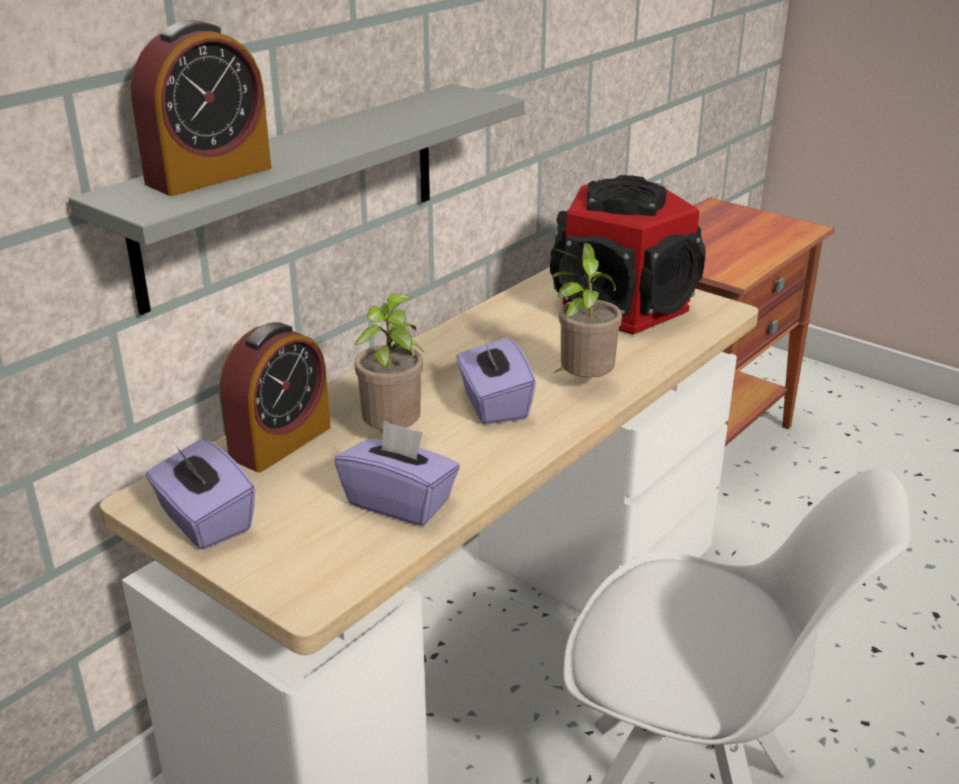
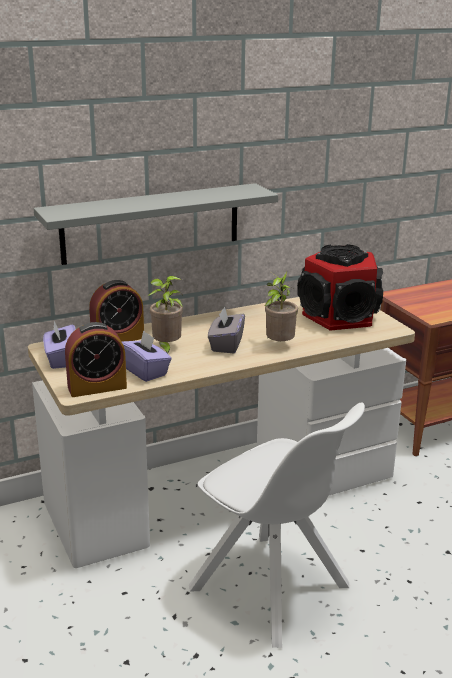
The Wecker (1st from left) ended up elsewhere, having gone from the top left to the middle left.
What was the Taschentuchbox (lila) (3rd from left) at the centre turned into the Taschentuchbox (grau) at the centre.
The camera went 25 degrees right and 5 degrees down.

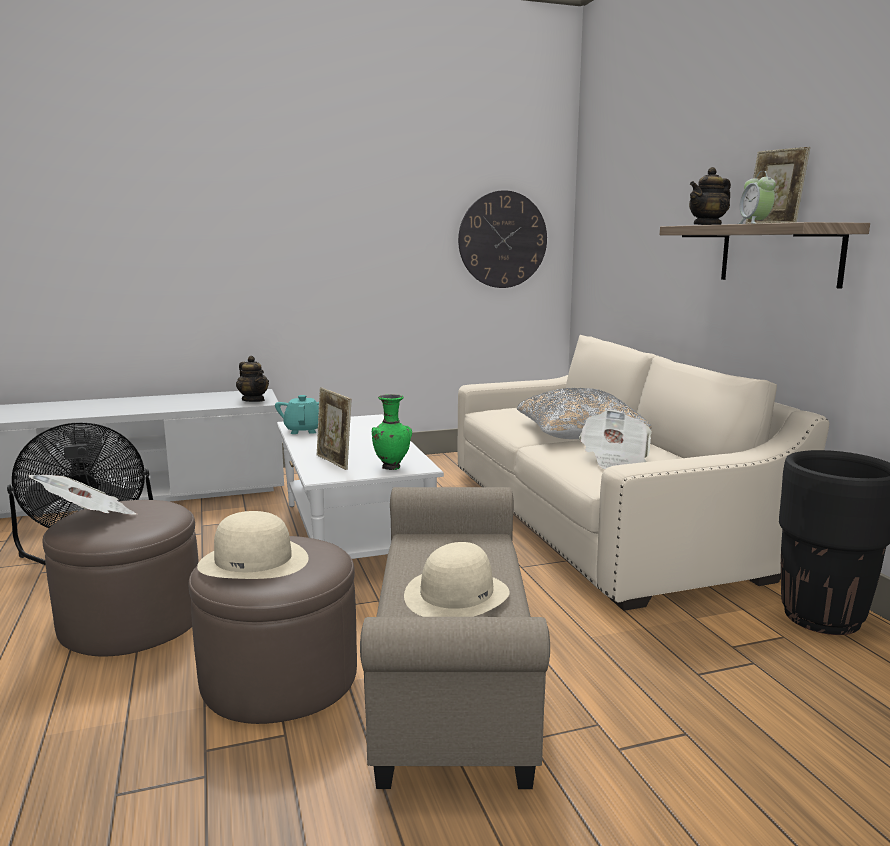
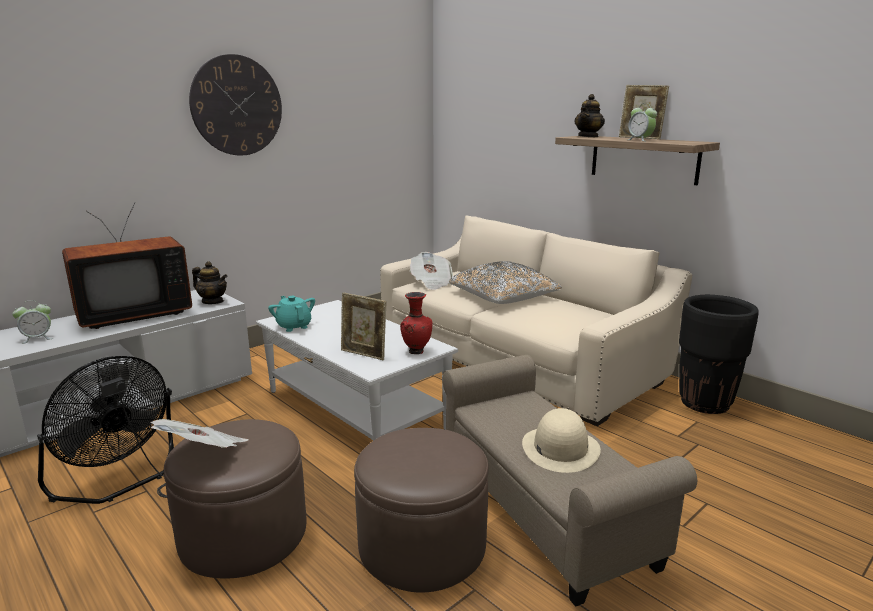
The second view gained the Wecker (1st from left) at the middle left.
The second view gained the Fernseher at the middle left.
The Wanduhr ended up elsewhere, having gone from the top centre to the top left.
What was the Vase (grün) at the centre turned into the Vase (rot) at the centre.
The Zeitung (2nd from left) ended up elsewhere, having gone from the middle right to the centre.
The second view lost the Hut (beige) (1st from left) at the middle left.
The camera went 25 degrees left and 5 degrees up.

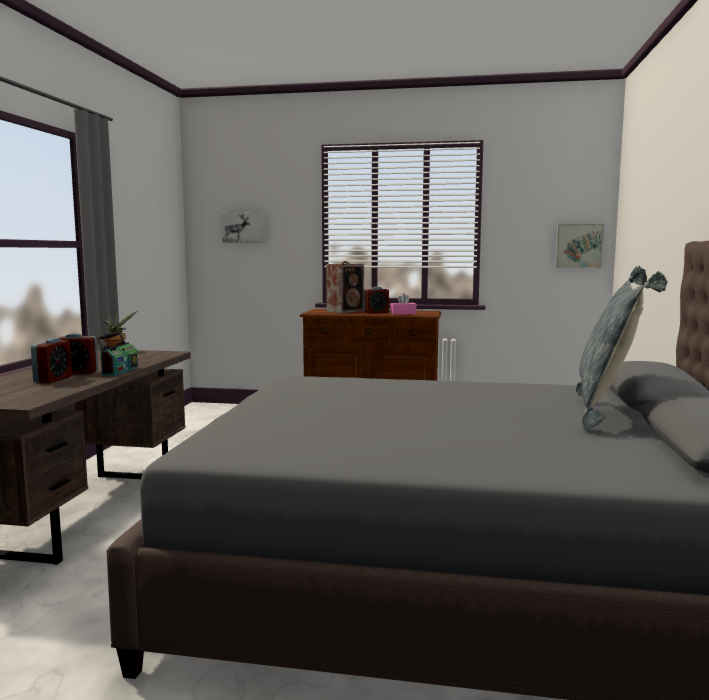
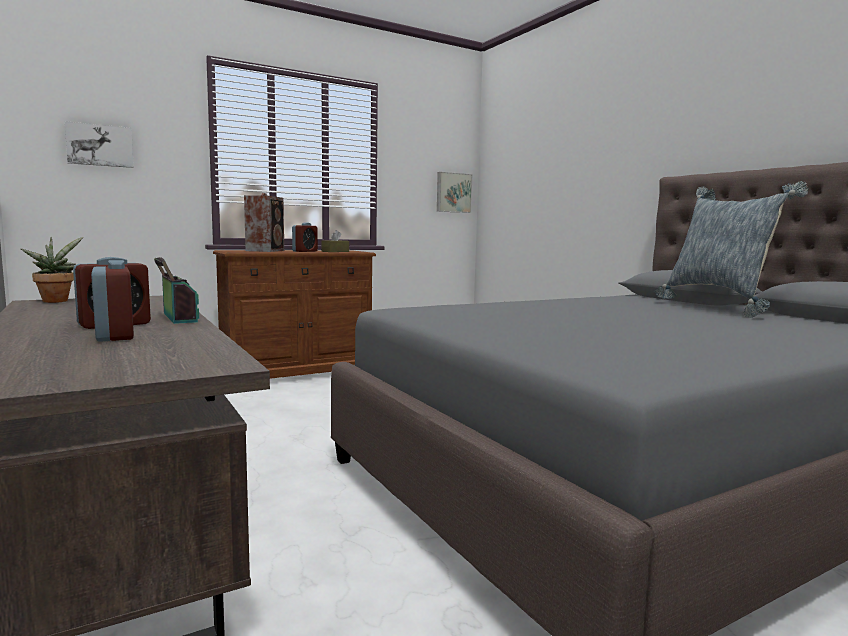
What was the Taschentuchbox (rosa) at the centre turned into the Taschentuchbox (braun) at the centre.
The camera went 40 degrees left and 0 degrees up.

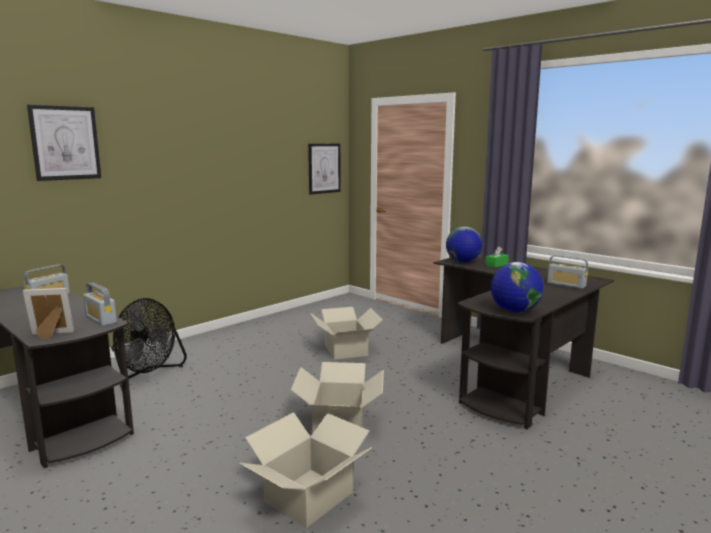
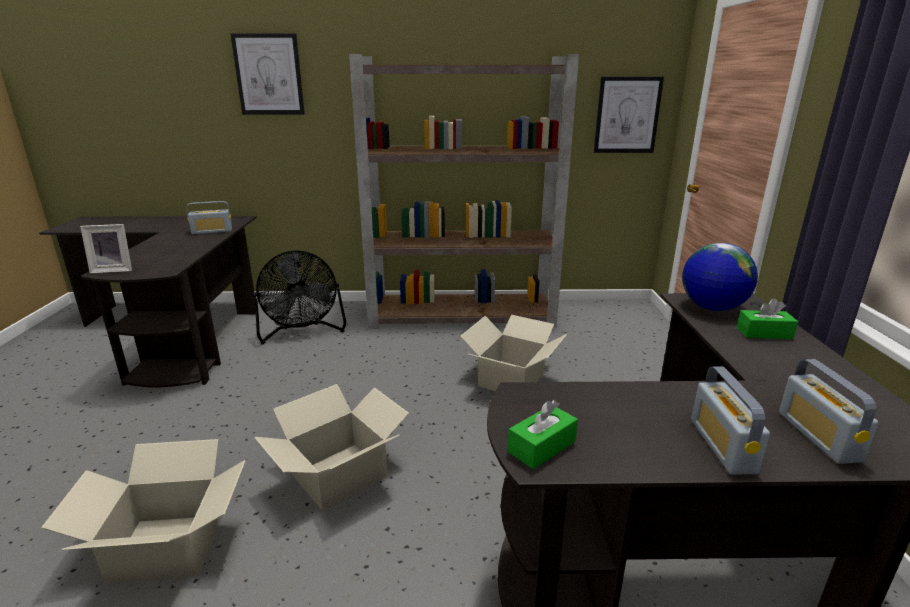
The Bilderrahmen at the middle left ended up facing another way, 135 degrees clockwise from before.
The second view gained the Bücherregal (braun) at the top centre.
Where the Globus (2nd from left) stood at the middle right, the Taschentuchbox (grün) (1st from left) came to stand at the bottom centre.
The Radio (2nd from left) ended up elsewhere, having gone from the middle left to the bottom right.
The camera went 45 degrees right and 10 degrees up.

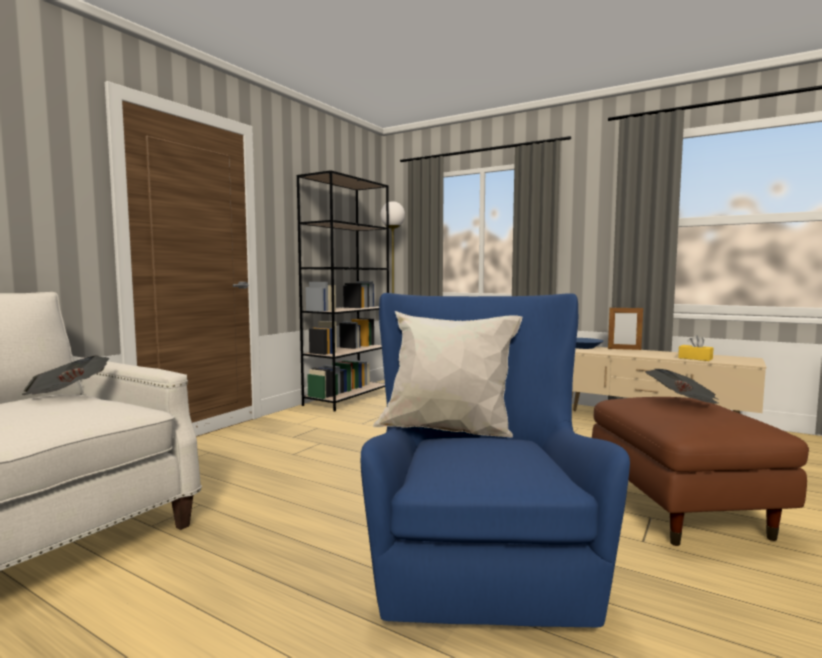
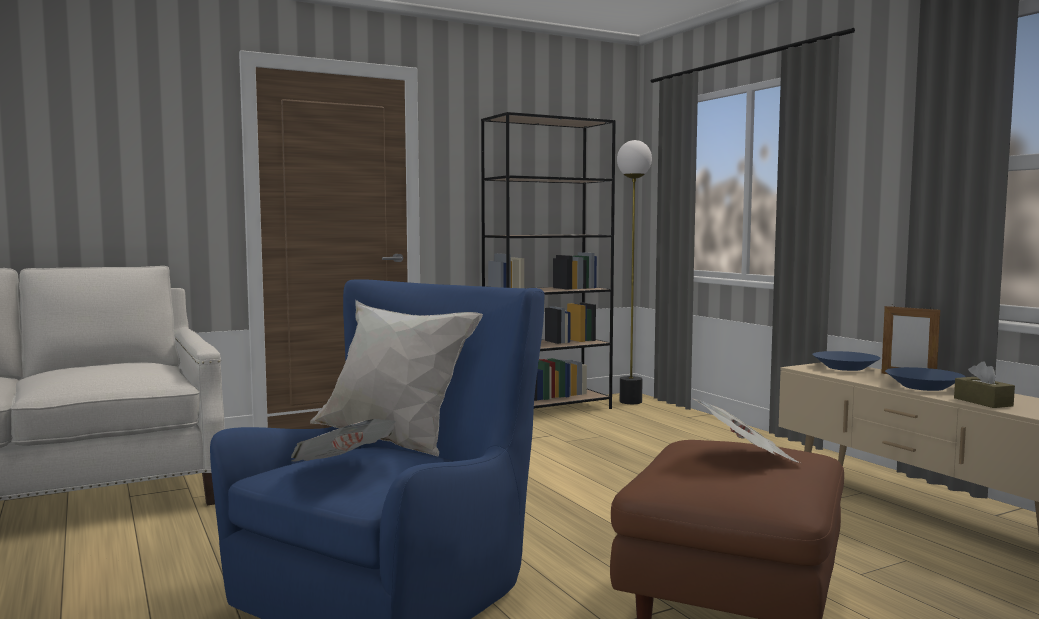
The Zeitung (1st from left) ended up elsewhere, having gone from the middle left to the bottom left.
The second view gained the Schüssel (blau) (2nd from left) at the middle right.
What was the Taschentuchbox (gelb) at the middle right turned into the Taschentuchbox (braun) at the middle right.
The camera went 30 degrees right and 0 degrees up.

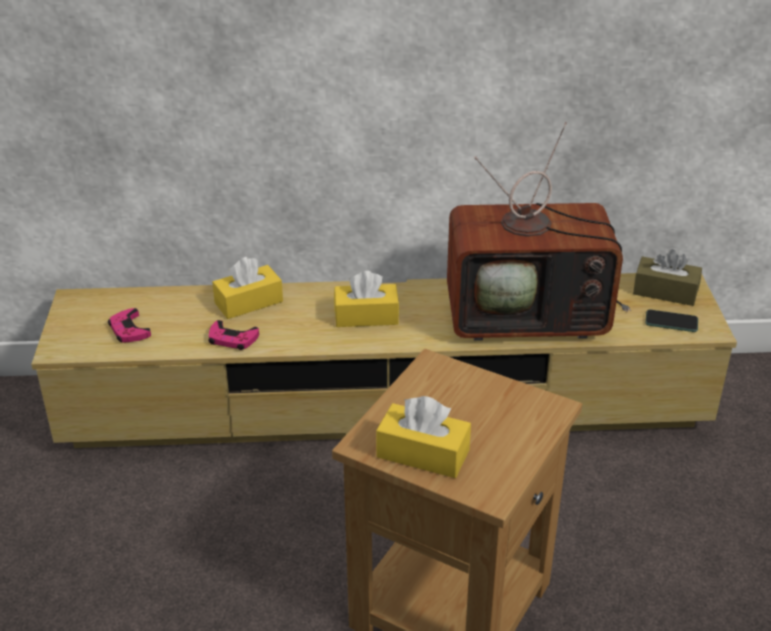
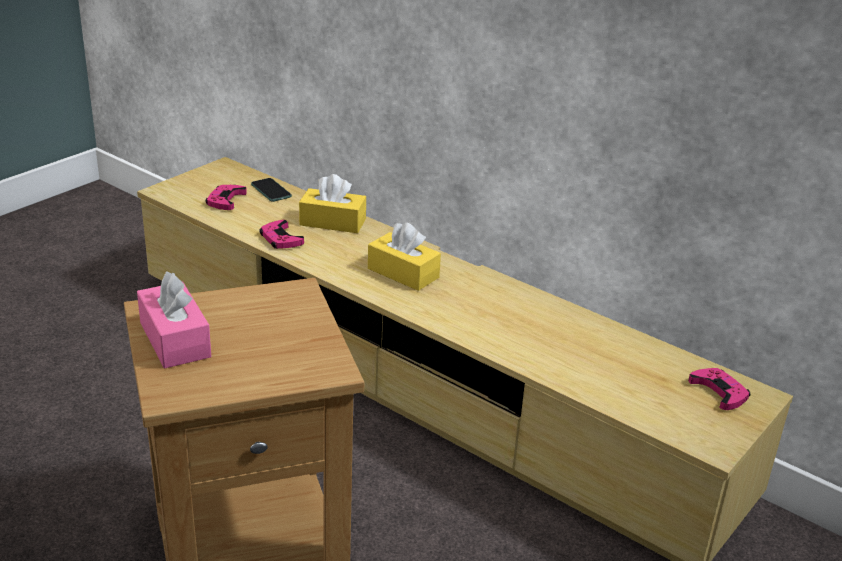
What was the Taschentuchbox (gelb) (3rd from left) at the bottom centre turned into the Taschentuchbox (rosa) at the middle left.
The Handy ended up elsewhere, having gone from the middle right to the middle left.
Where the Taschentuchbox (braun) stood at the middle right, the Gamepad (rosa) (3rd from left) came to stand at the bottom right.
The second view lost the Fernseher at the middle right.
The camera went 40 degrees right and 5 degrees down.

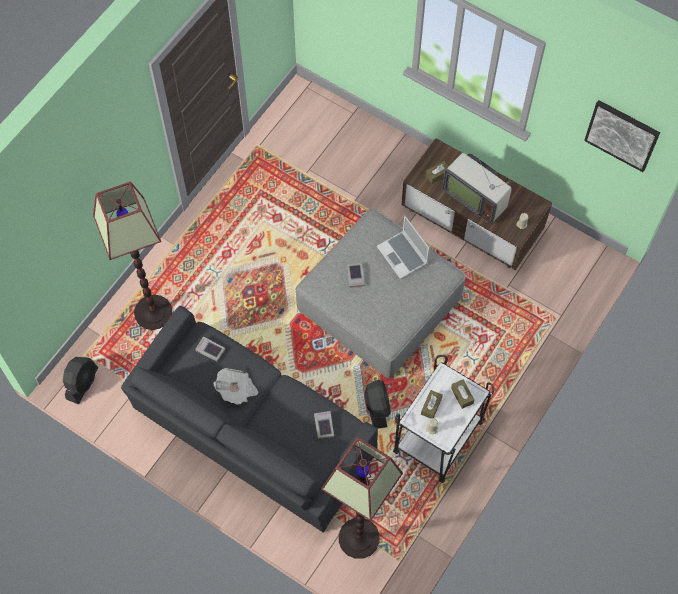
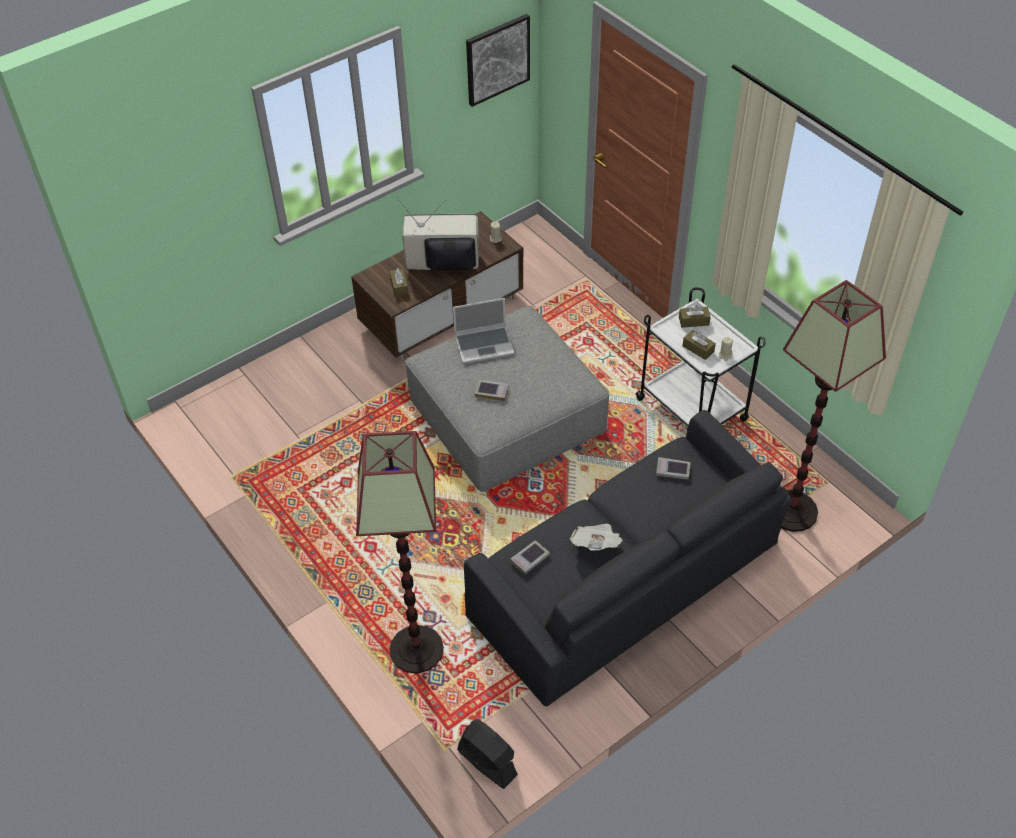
The Fernseher at the top right ended up facing another way, 150 degrees counterclockwise from before.
The second view lost the Ventilator (schwarz) (2nd from left) at the bottom centre.
The camera went 70 degrees left and 15 degrees down.

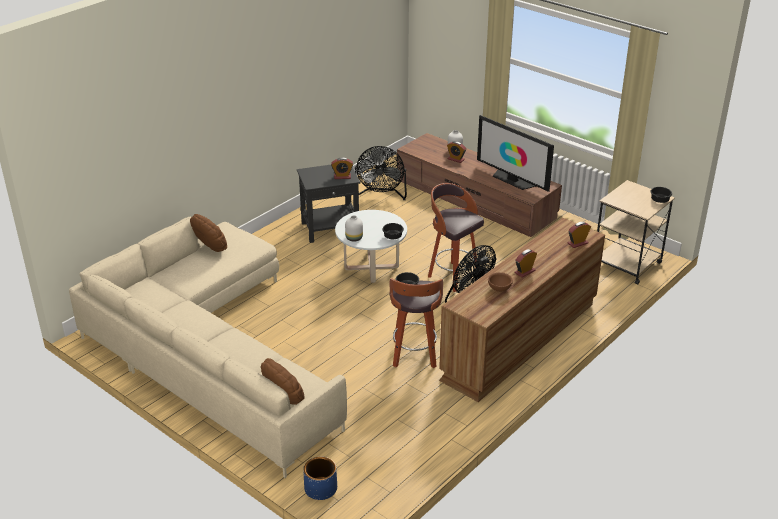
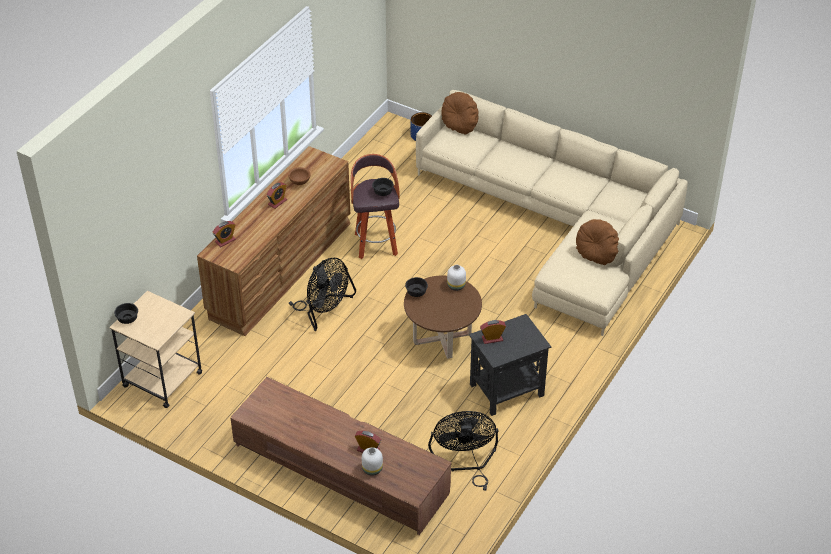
What was the Couchtisch (weiß) at the centre turned into the Couchtisch (braun) at the centre.
The second view lost the Hocker (2nd from left) at the centre.
The second view lost the Fernseher at the top centre.
The camera went 170 degrees right and 10 degrees up.

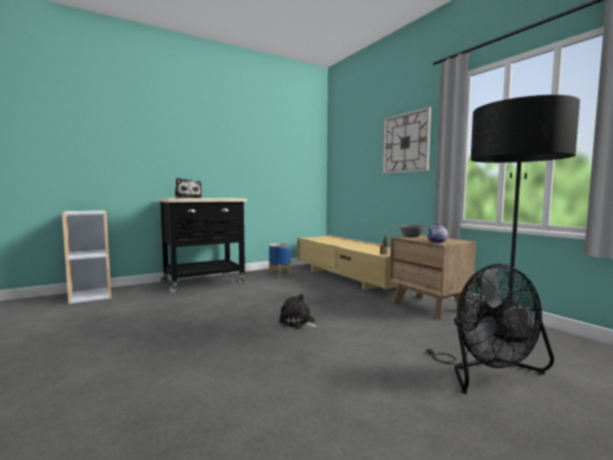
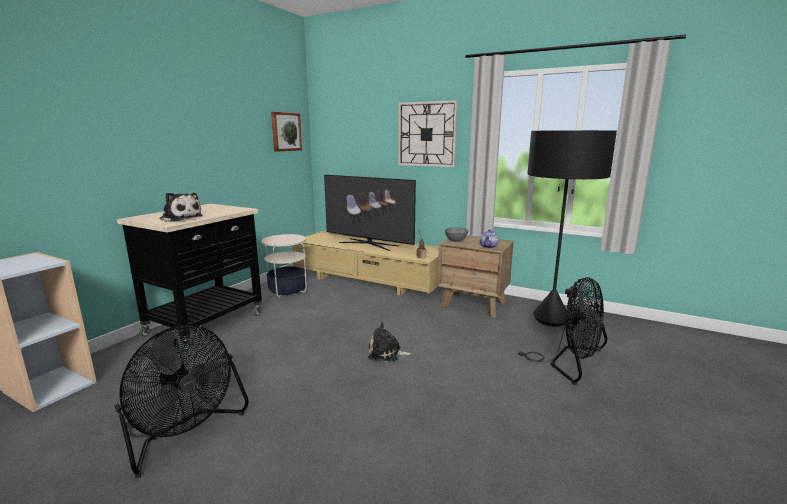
The second view gained the Ventilator (schwarz) (1st from left) at the bottom left.
Where the Pflanzkübel stood at the centre, the Beistelltisch (beige) came to stand at the centre.
The second view gained the Bild at the top centre.
The second view gained the Fernseher at the centre.
The camera went 30 degrees left and 10 degrees up.

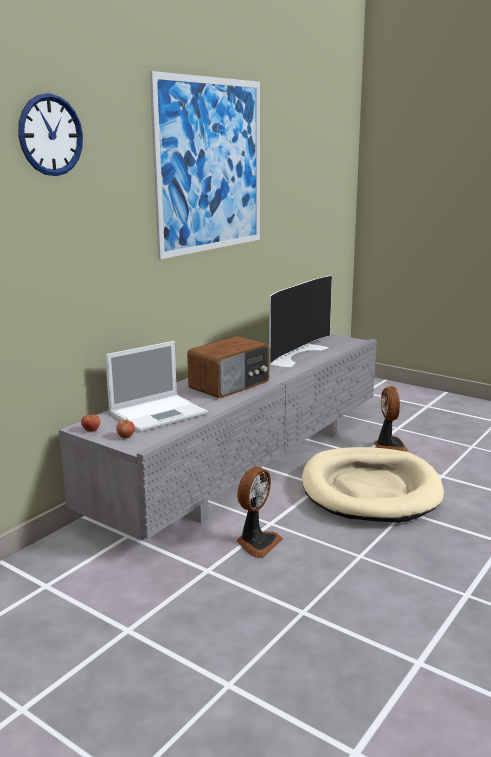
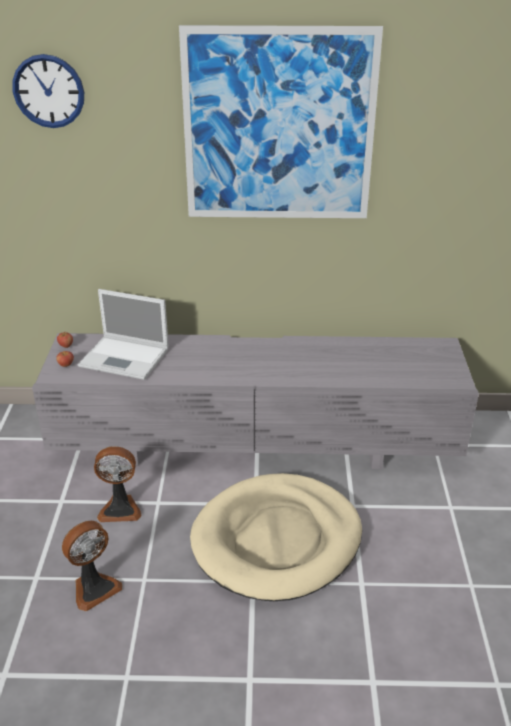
The Ventilator (2nd from left in the first image) ended up elsewhere, having gone from the middle right to the bottom left.
The second view lost the Radio at the centre.
The second view lost the Fernseher at the centre.
The camera went 55 degrees right and 15 degrees up.

